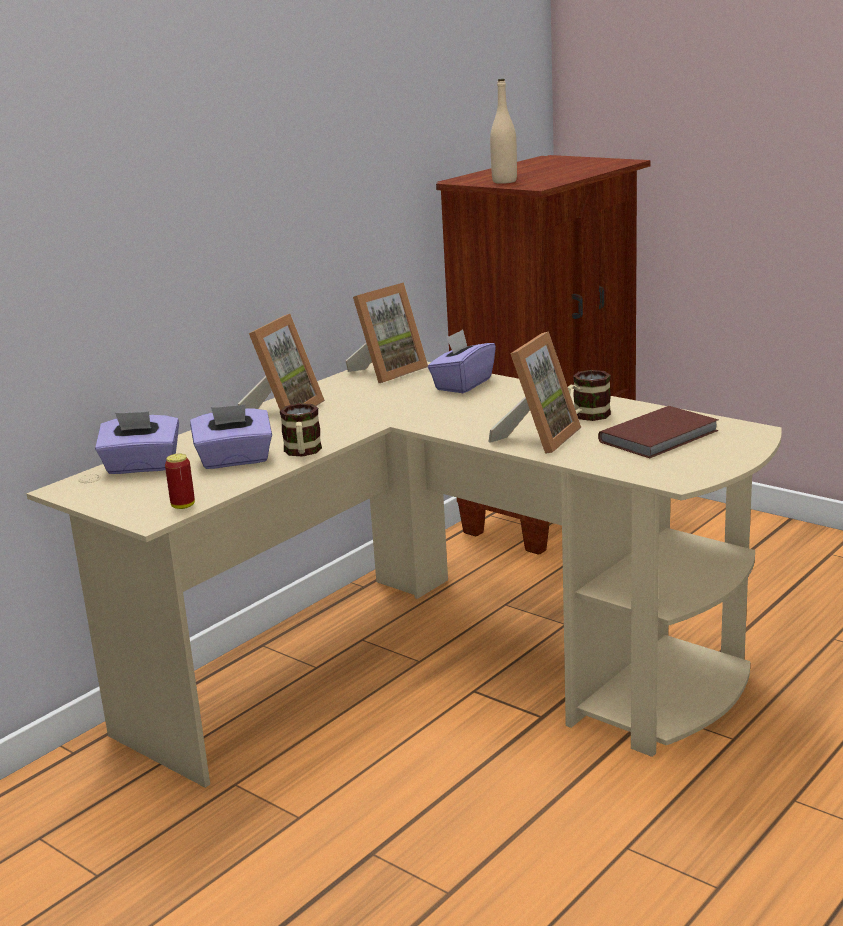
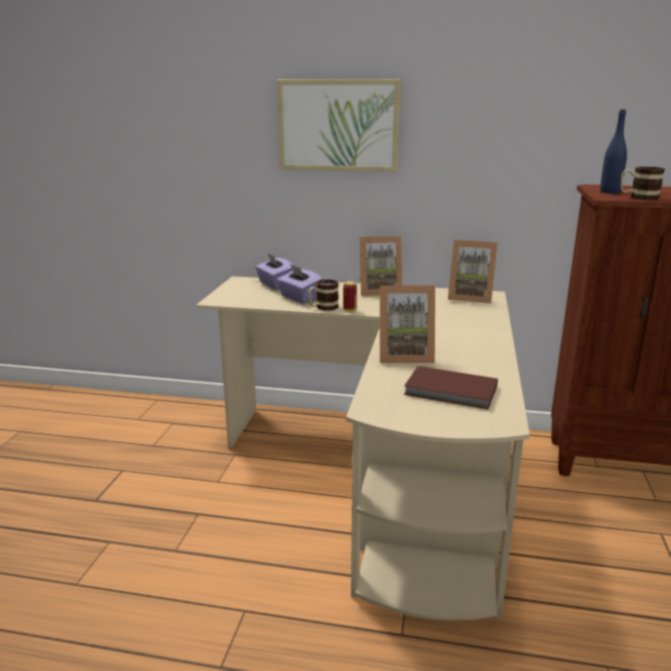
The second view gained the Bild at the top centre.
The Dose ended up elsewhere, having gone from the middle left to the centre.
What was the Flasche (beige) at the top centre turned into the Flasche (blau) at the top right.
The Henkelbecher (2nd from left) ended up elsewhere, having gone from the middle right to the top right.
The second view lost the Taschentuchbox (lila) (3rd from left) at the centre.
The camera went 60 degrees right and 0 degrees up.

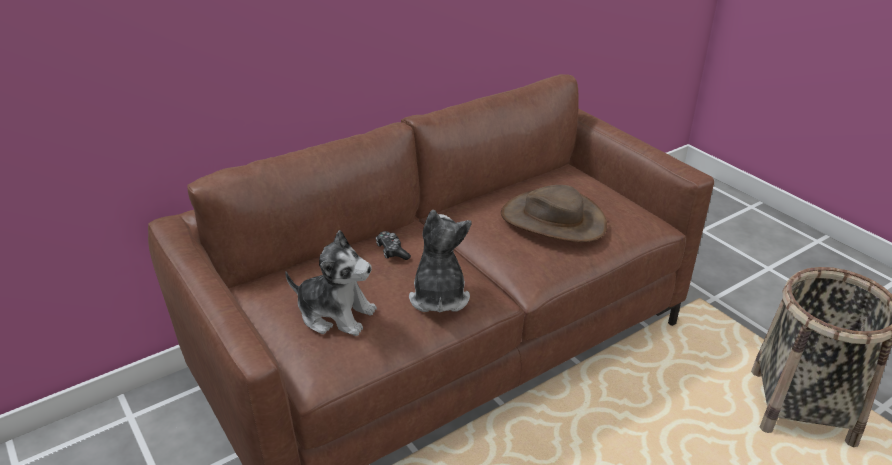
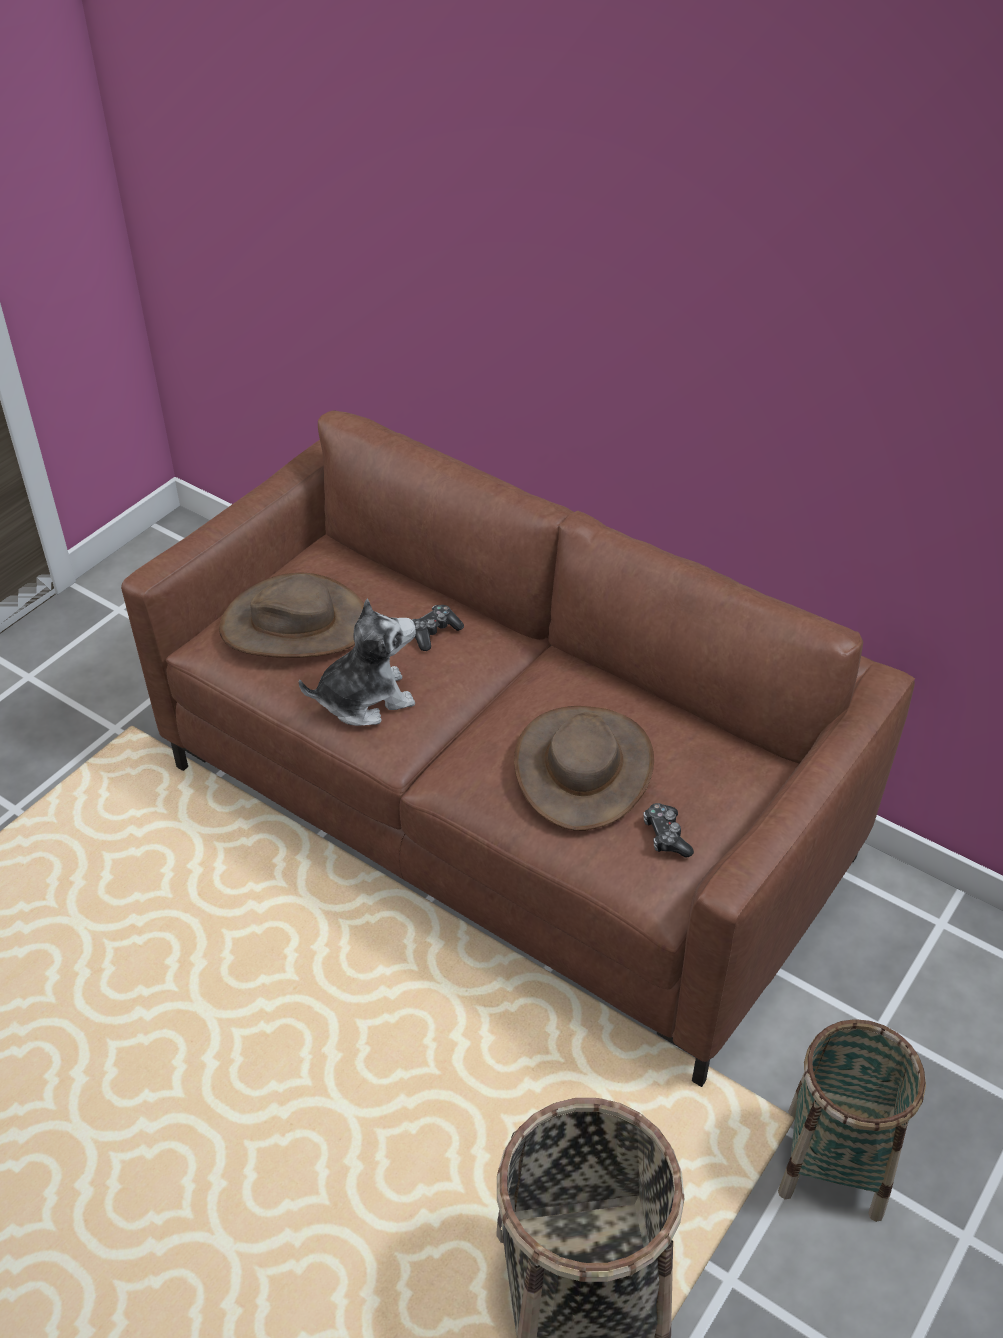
Where the Plüschtier (1st from left) stood at the centre, the Hut (braun) (1st from left) came to stand at the middle left.
The second view gained the Gamepad (2nd from left) at the middle right.
The second view gained the Korb (2nd from left) at the bottom right.
The camera went 70 degrees right and 10 degrees up.

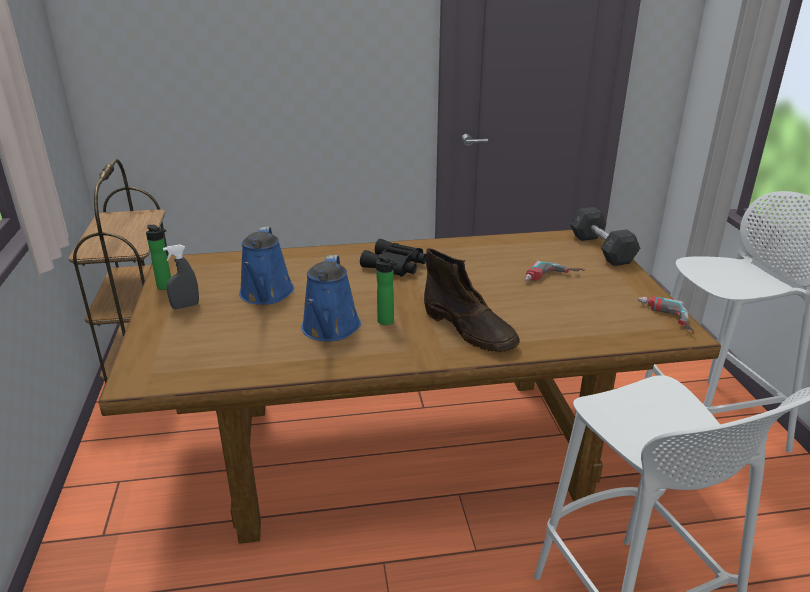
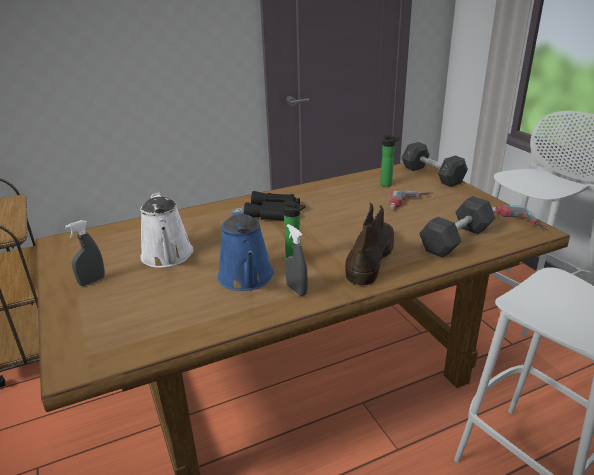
What was the Gießkanne (blau) (1st from left) at the middle left turned into the Gießkanne (weiß) at the middle left.
The second view gained the Sprühflasche (grau) (2nd from left) at the centre.
The Stiefel (braun) at the centre ended up facing another way, 105 degrees counterclockwise from before.
The Flasche (1st from left in the first image) ended up elsewhere, having gone from the middle left to the centre.
The second view gained the Hantel (grau) (2nd from left) at the middle right.
The camera went 15 degrees left and 0 degrees up.

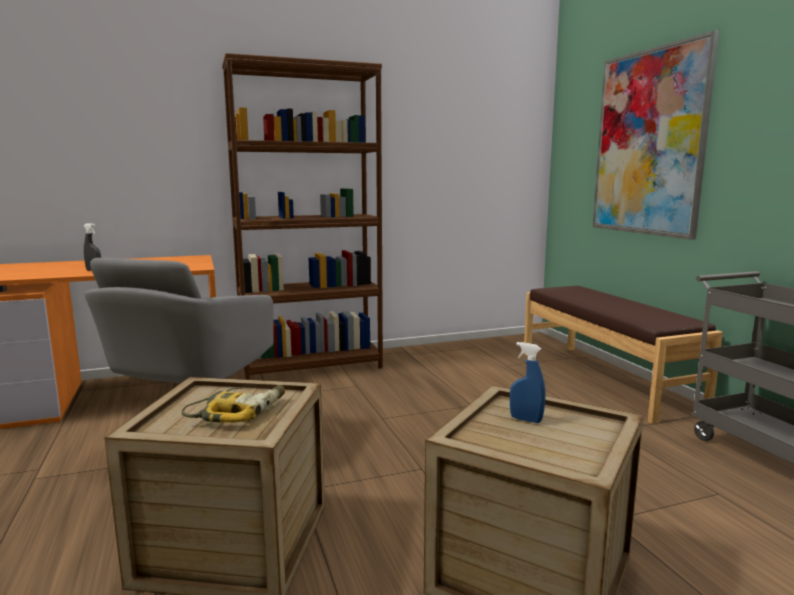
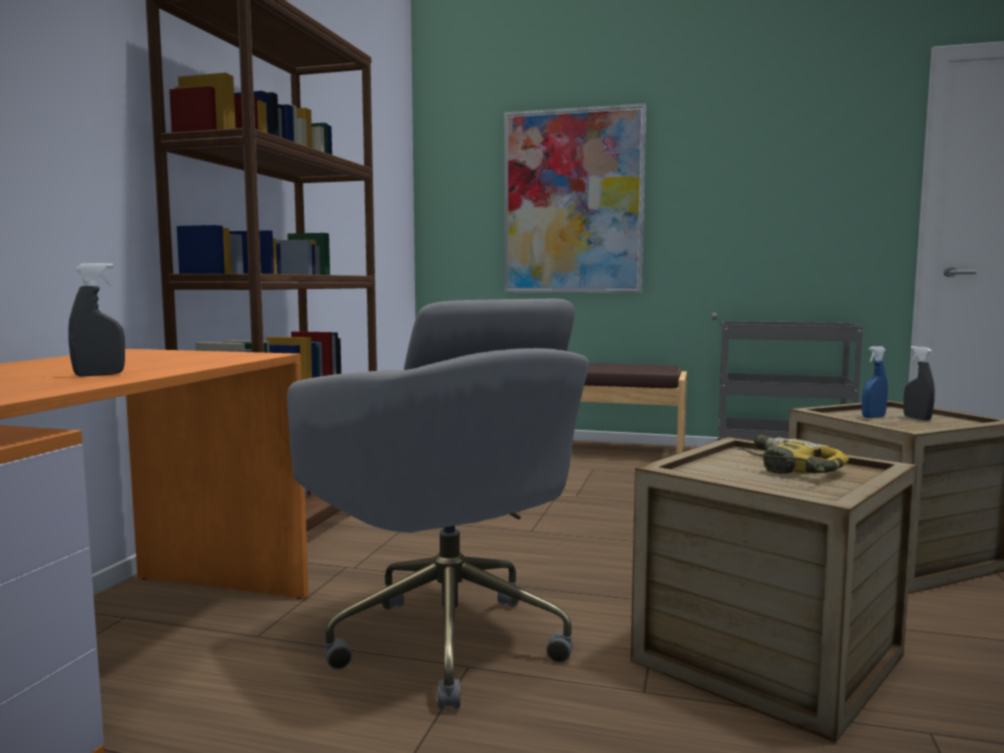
The second view gained the Sprühflasche (grau) (2nd from left) at the middle right.
The camera went 55 degrees left and 5 degrees down.

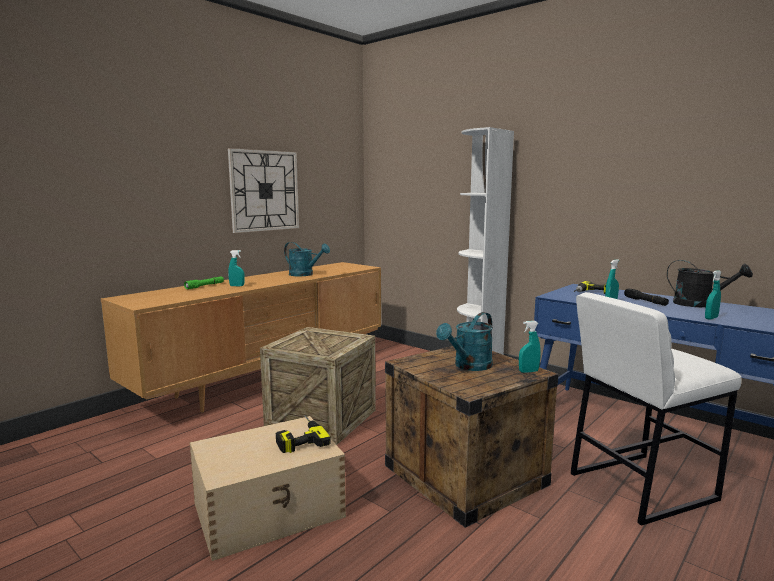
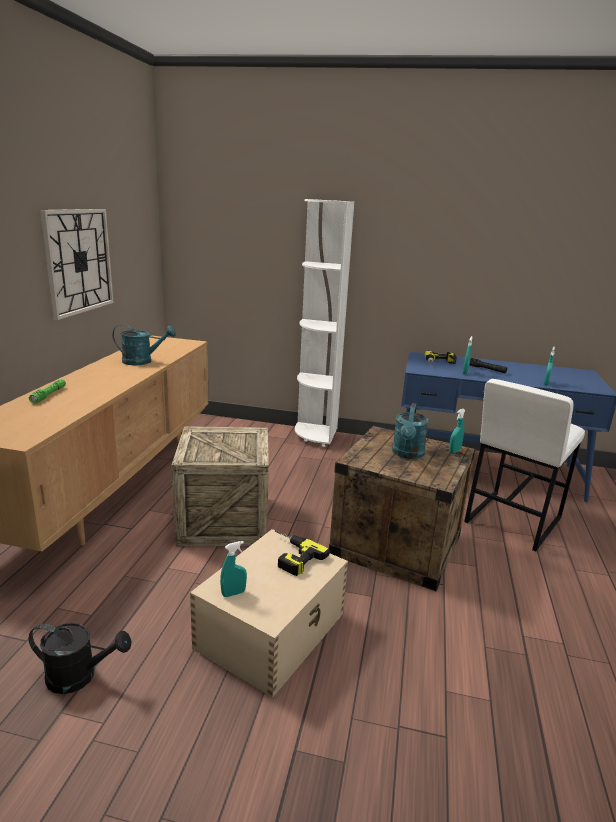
The Gießkanne (schwarz) ended up elsewhere, having gone from the middle right to the bottom left.
The Sprühflasche (türkis) (1st from left) ended up elsewhere, having gone from the middle left to the bottom centre.
The camera went 30 degrees left and 10 degrees up.

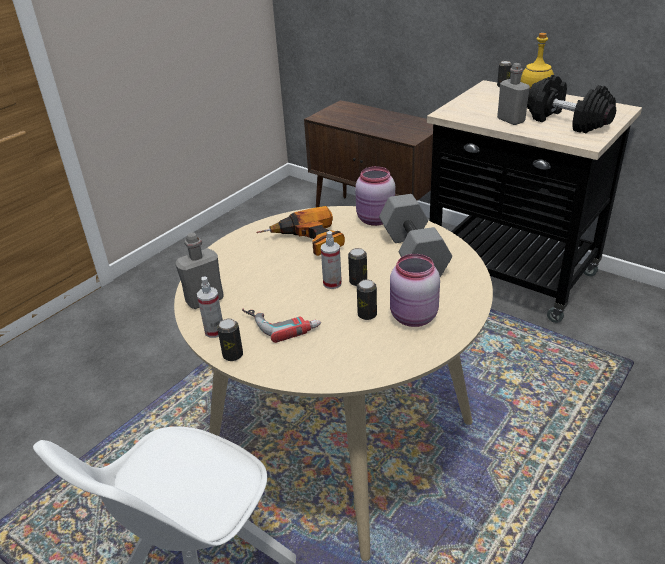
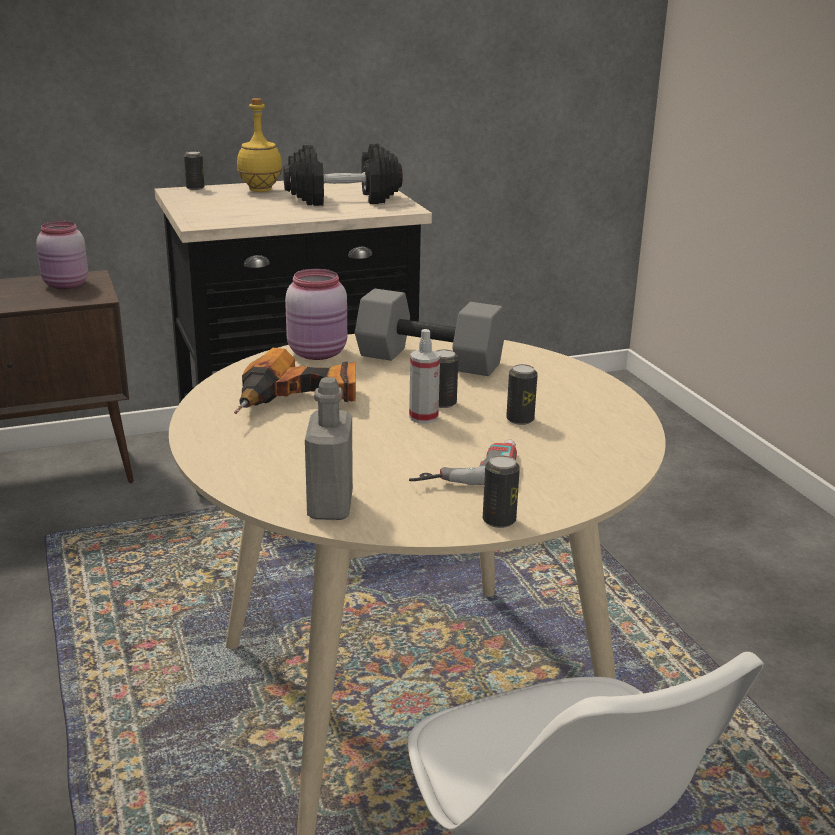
The Vorratsglas (rosa) (2nd from left in the first image) ended up elsewhere, having gone from the centre to the top left.
The second view lost the Sprühflasche (1st from left) at the middle left.
The second view lost the Flasche (grau) (2nd from left) at the top right.
The camera went 60 degrees left and 10 degrees down.

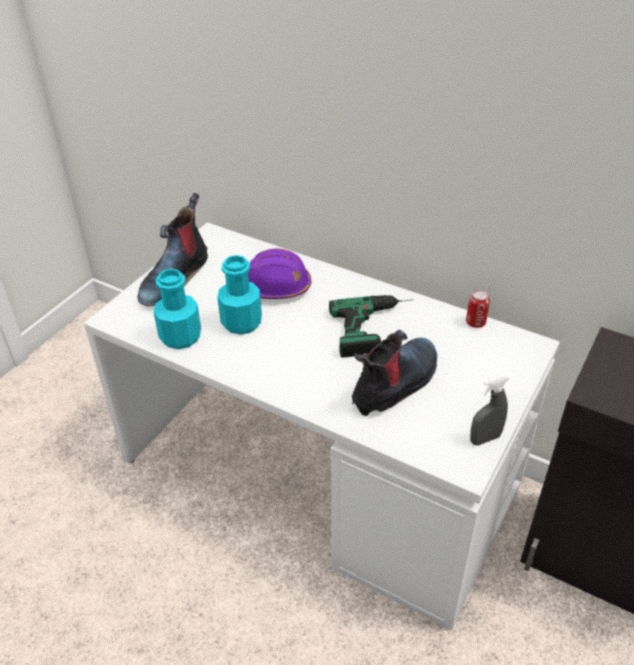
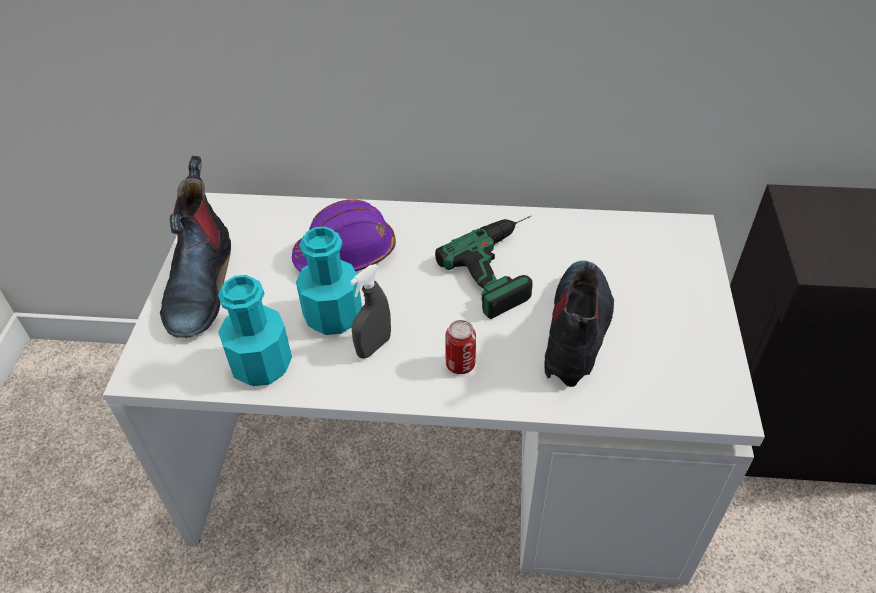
The Sprühflasche (grau) ended up elsewhere, having gone from the middle right to the centre.
The Dose ended up elsewhere, having gone from the middle right to the centre.
The camera went 25 degrees left and 5 degrees up.

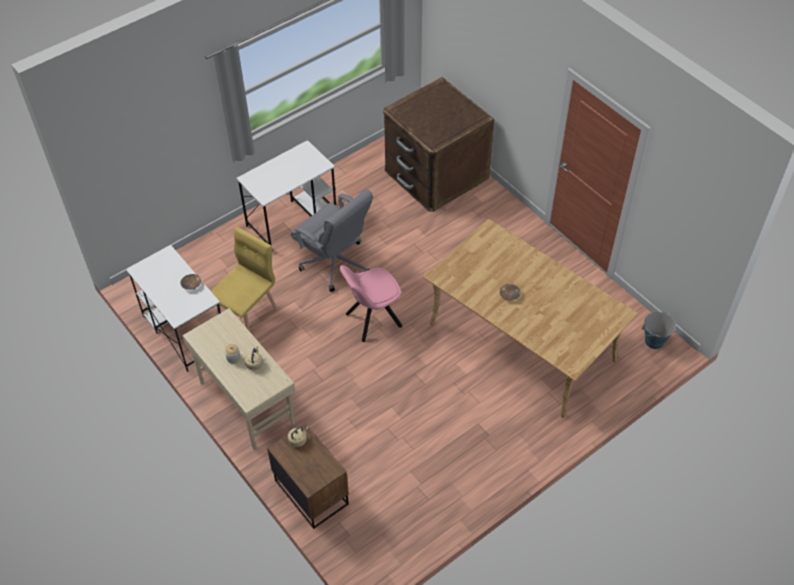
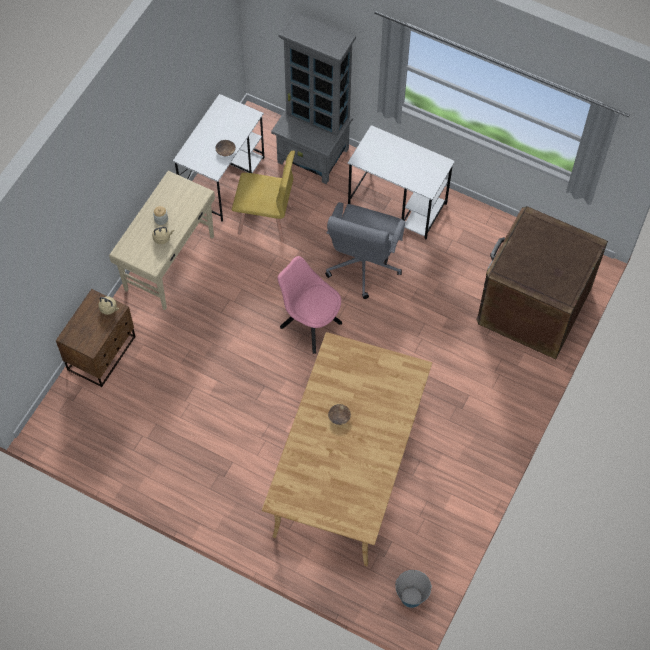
The second view gained the Schrank (grau) at the top centre.
The camera went 65 degrees right and 10 degrees up.

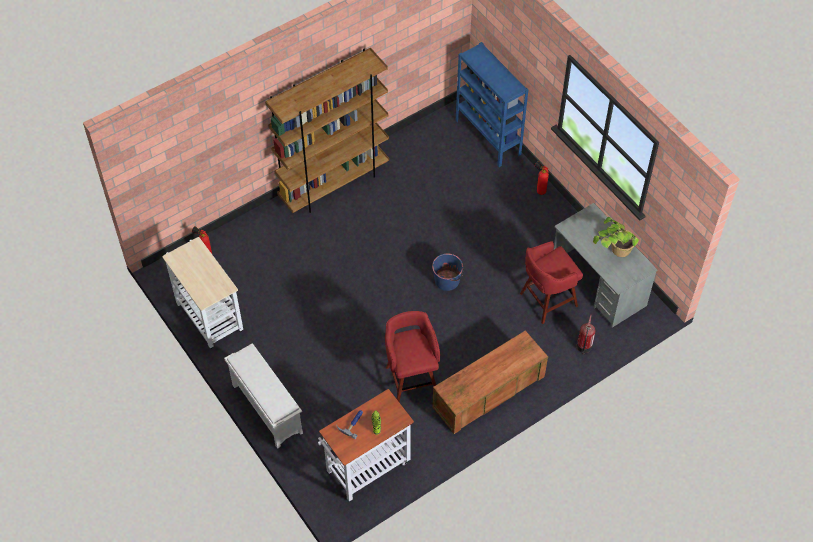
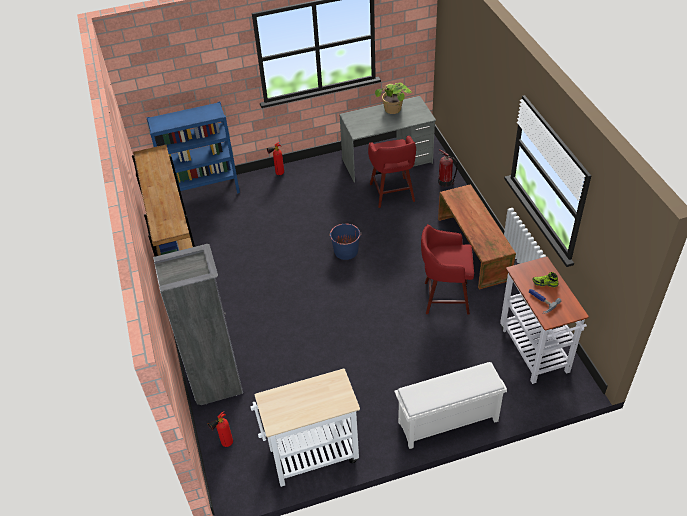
The second view gained the Schrank (grau) at the middle left.
The camera went 70 degrees left and 10 degrees down.

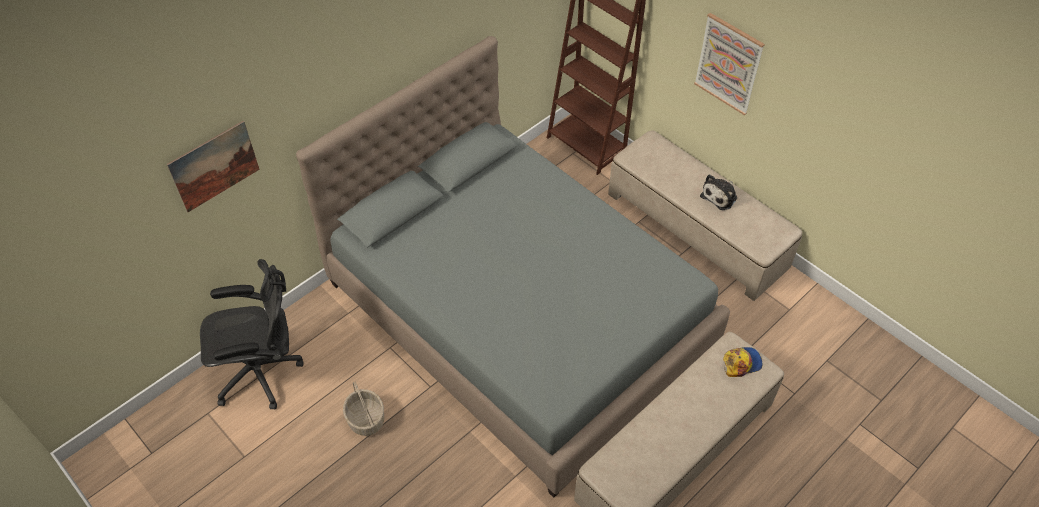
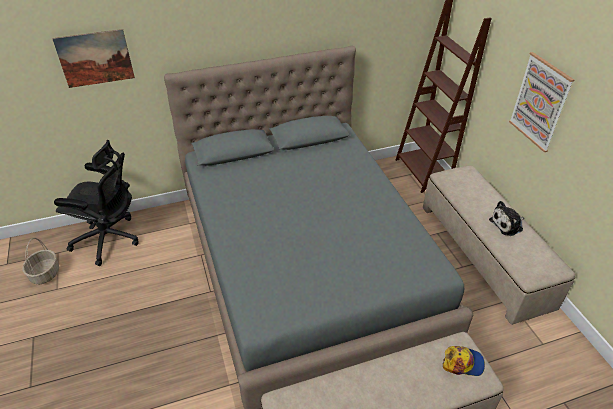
The Korb ended up elsewhere, having gone from the bottom centre to the middle left.
The camera went 25 degrees right and 10 degrees down.

